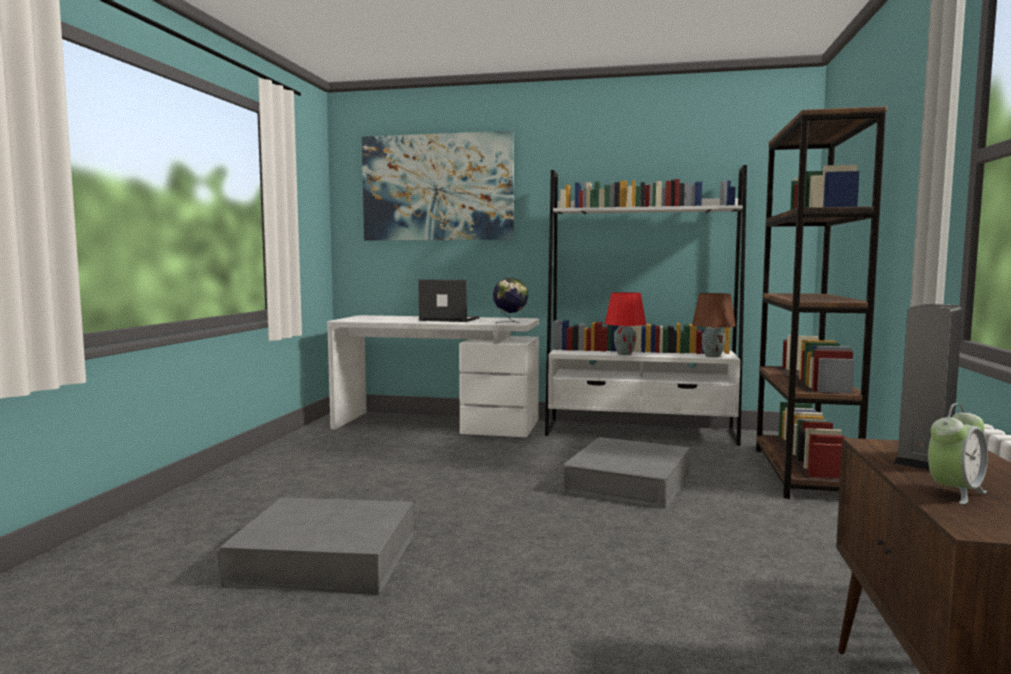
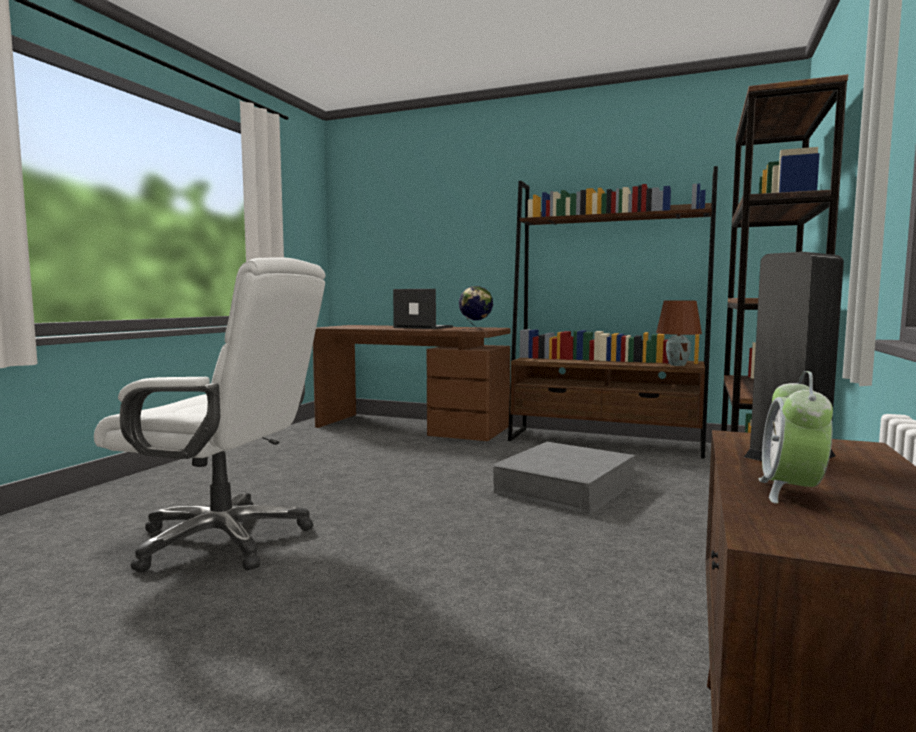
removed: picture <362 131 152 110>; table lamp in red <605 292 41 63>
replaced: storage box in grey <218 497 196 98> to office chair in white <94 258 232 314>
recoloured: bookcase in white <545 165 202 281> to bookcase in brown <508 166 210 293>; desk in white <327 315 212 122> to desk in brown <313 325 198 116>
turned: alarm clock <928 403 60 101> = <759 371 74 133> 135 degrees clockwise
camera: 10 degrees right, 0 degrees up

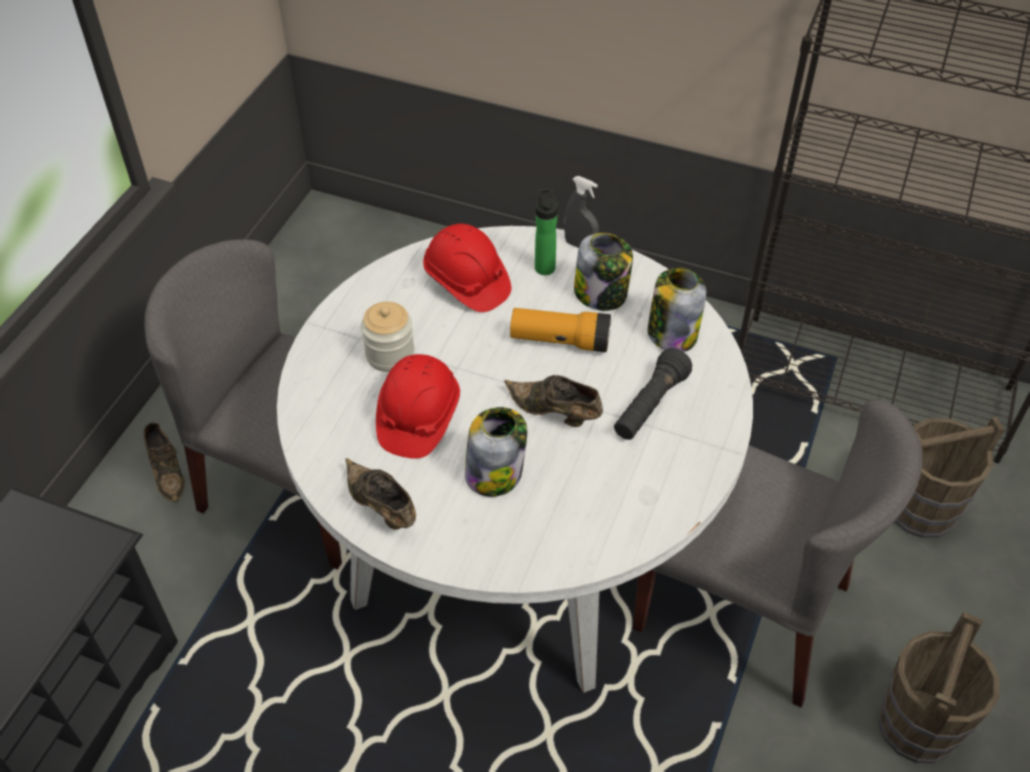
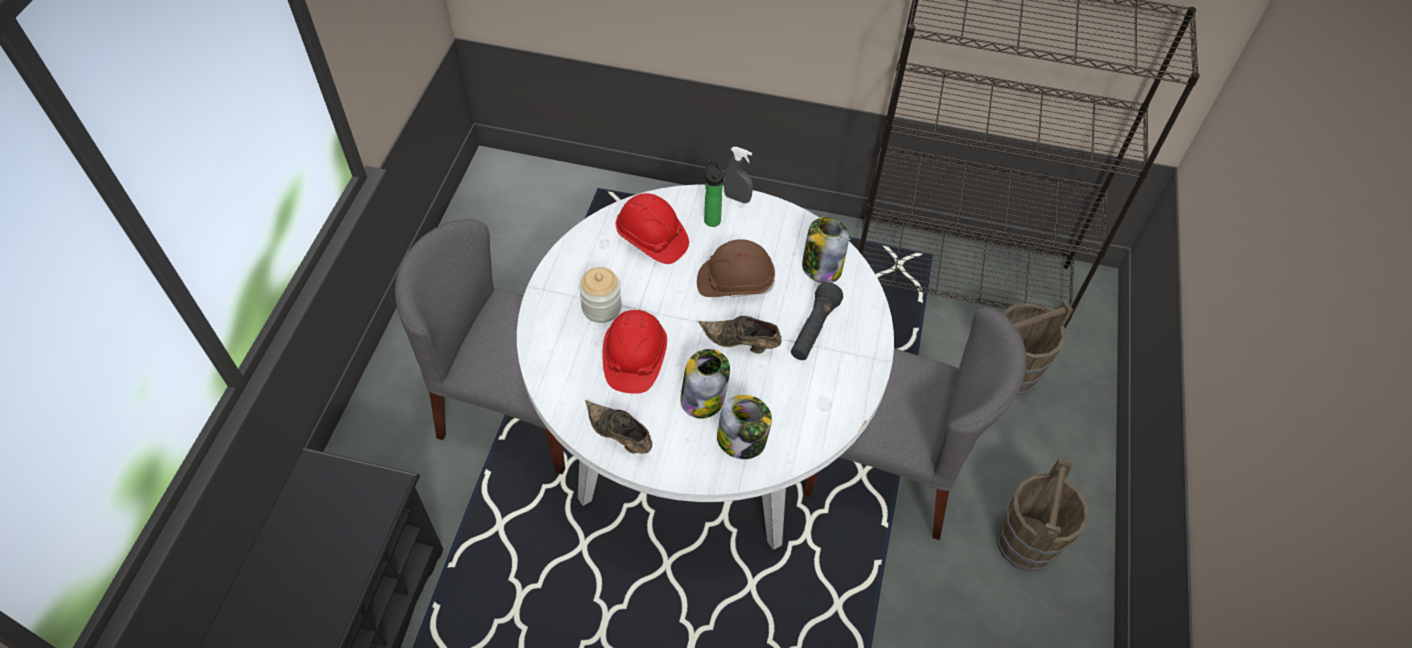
removed: shoe in brown <143 422 42 80>
moved: jar <574 233 59 78> to <717 395 55 64>
replaced: flashlight <510 308 101 44> to hard hat in brown <697 239 78 59>
camera: 10 degrees left, 5 degrees up

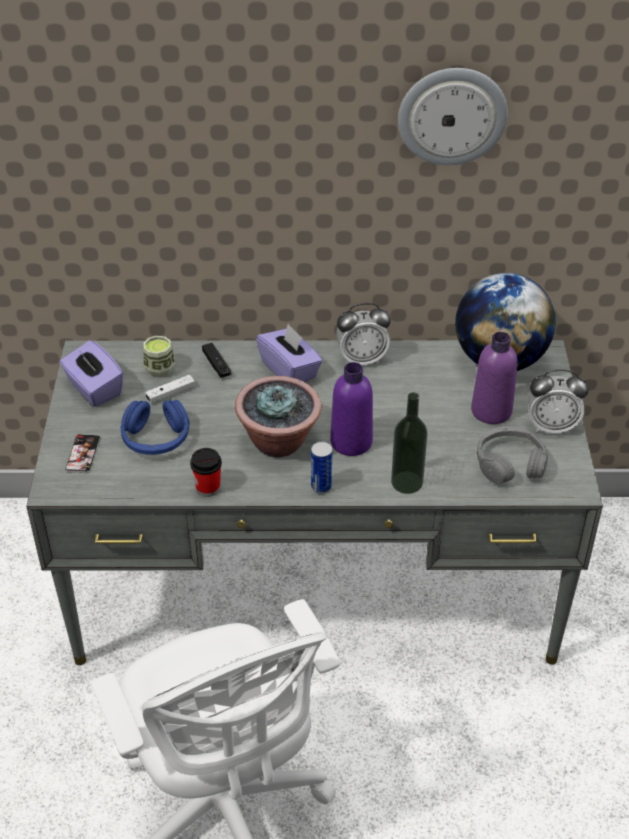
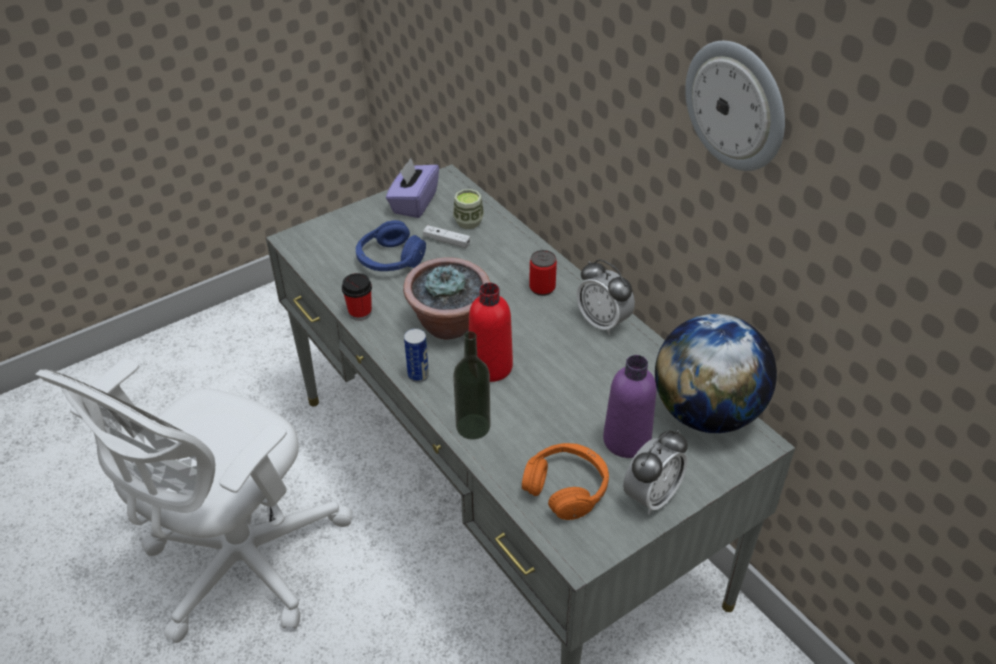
removed: game controller in black <202 343 29 35>; phone <65 434 36 39>
replaced: tissue box in purple <256 324 67 58> to can <529 250 28 46>
recoloured: bottle in purple <330 362 43 94> to bottle in red <469 283 44 99>; headphones in grey <477 426 71 57> to headphones in orange <522 443 87 77>
turned: alarm clock <528 369 61 65> = <623 430 65 85> 105 degrees counterclockwise
camera: 55 degrees right, 0 degrees up

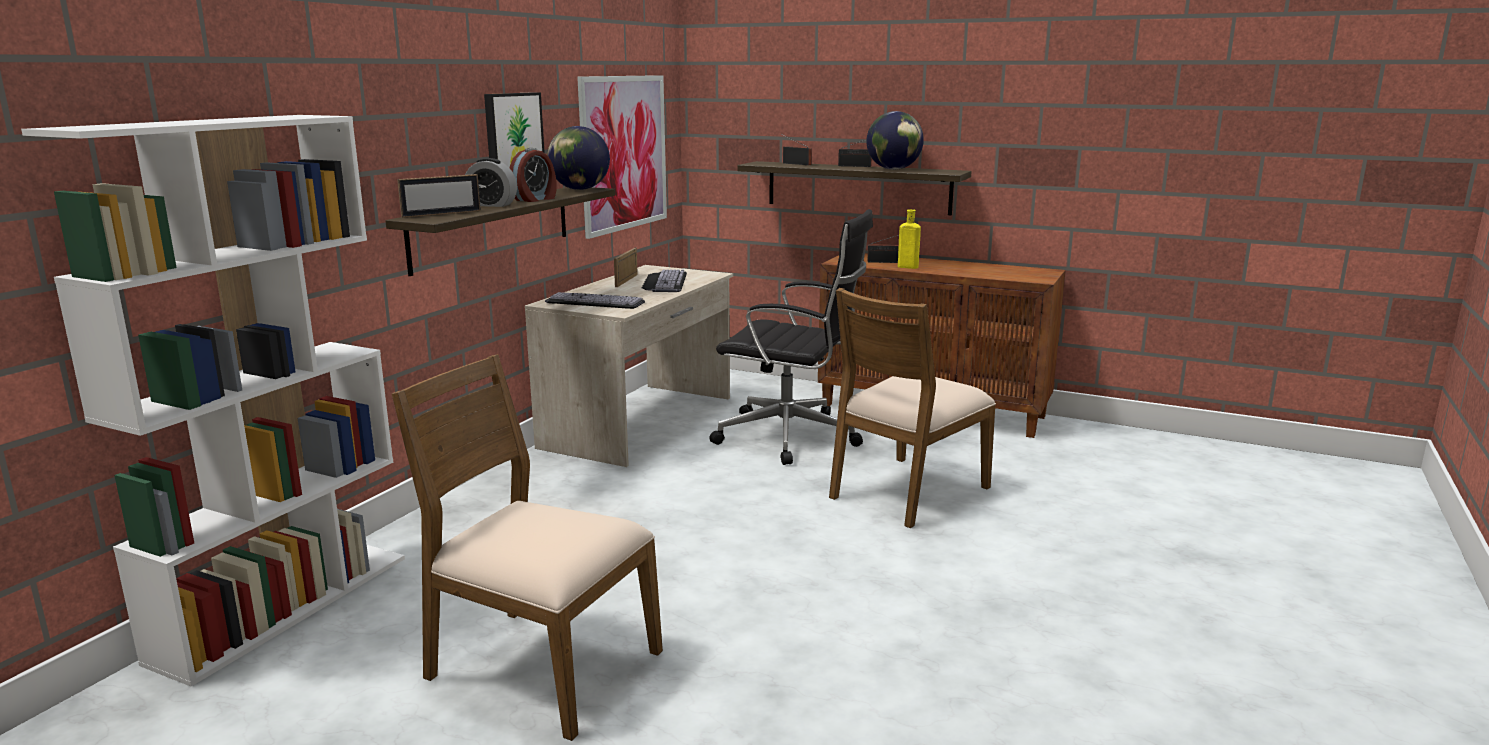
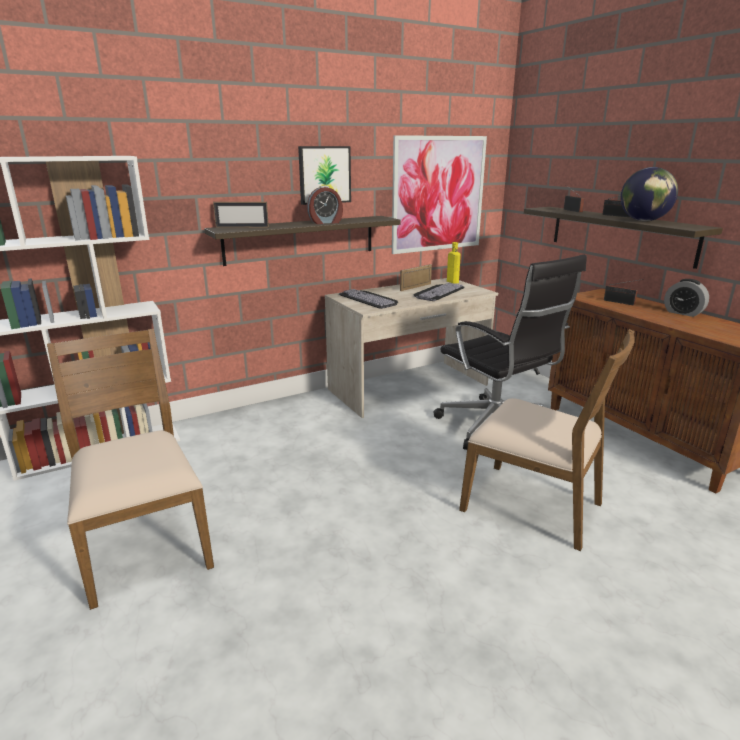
removed: globe <547 126 63 64>
moved: alarm clock <465 158 52 49> to <664 279 45 38>; bottle in yellow <898 209 23 60> to <447 242 14 42>
turned: chair in brown <829 288 167 240> = <459 329 176 222> 135 degrees counterclockwise
camera: 35 degrees right, 5 degrees up

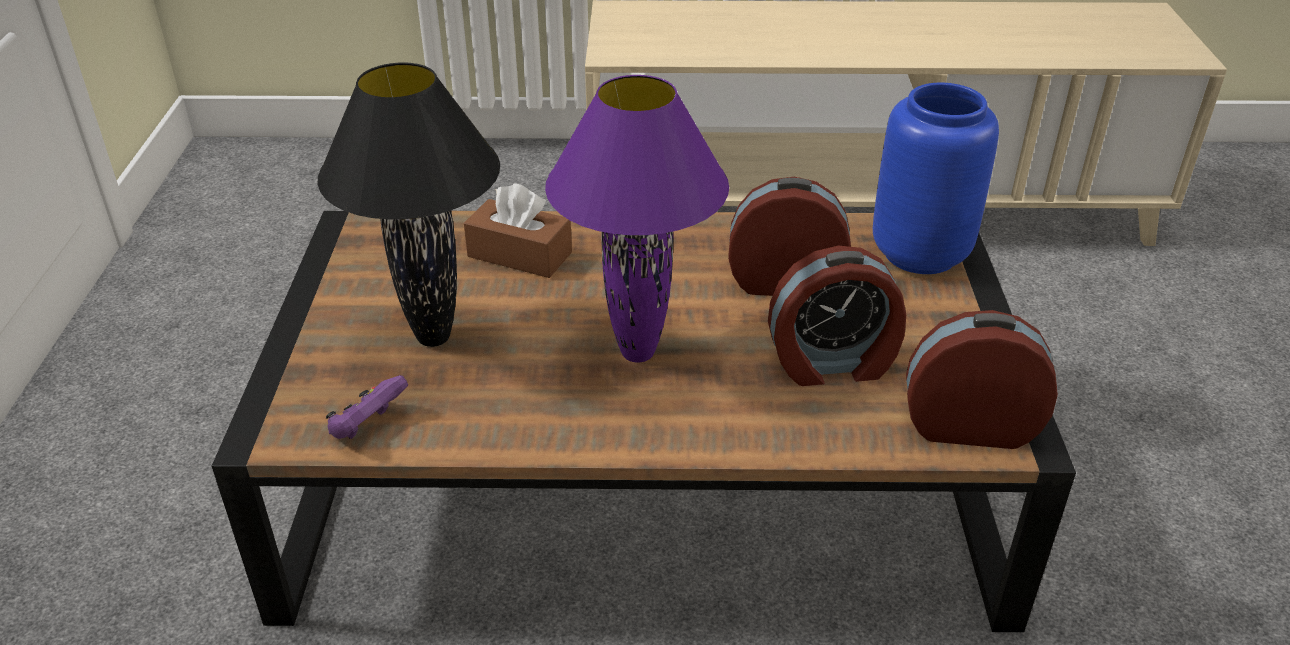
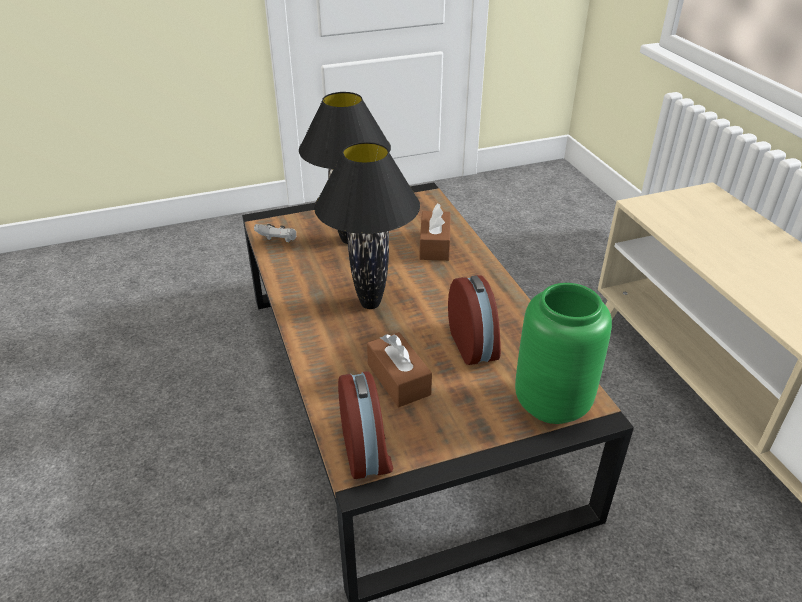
replaced: alarm clock <768 246 138 140> to tissue box in brown <367 332 65 75>
recoloured: table lamp in purple <545 75 184 287> to table lamp in black <314 142 106 167>; vase in blue <873 83 126 191> to vase in green <515 283 97 141>; game controller in purple <326 375 82 64> to game controller in white <254 224 43 19>
camera: 70 degrees right, 0 degrees up

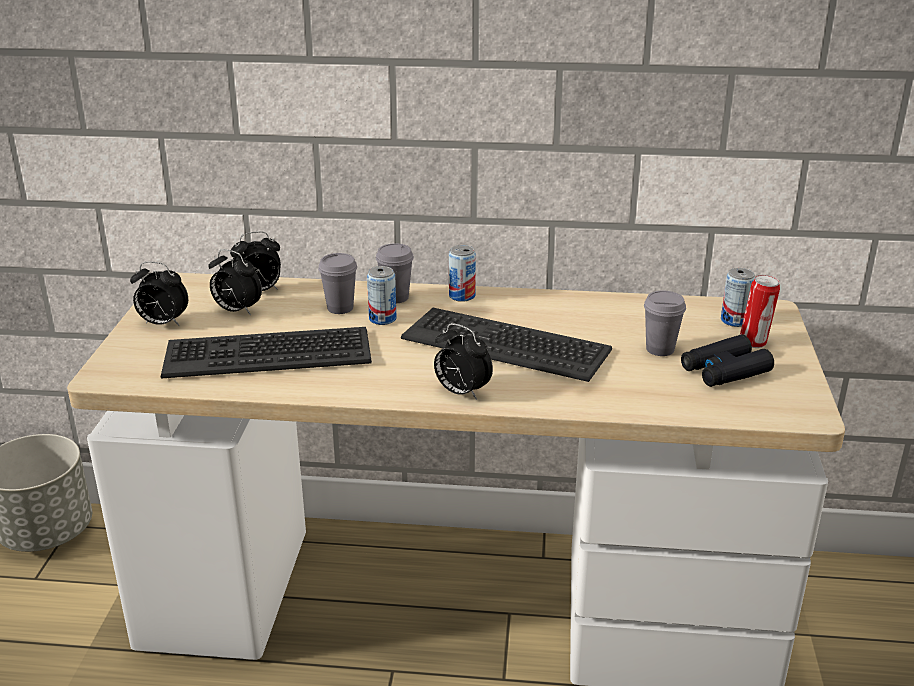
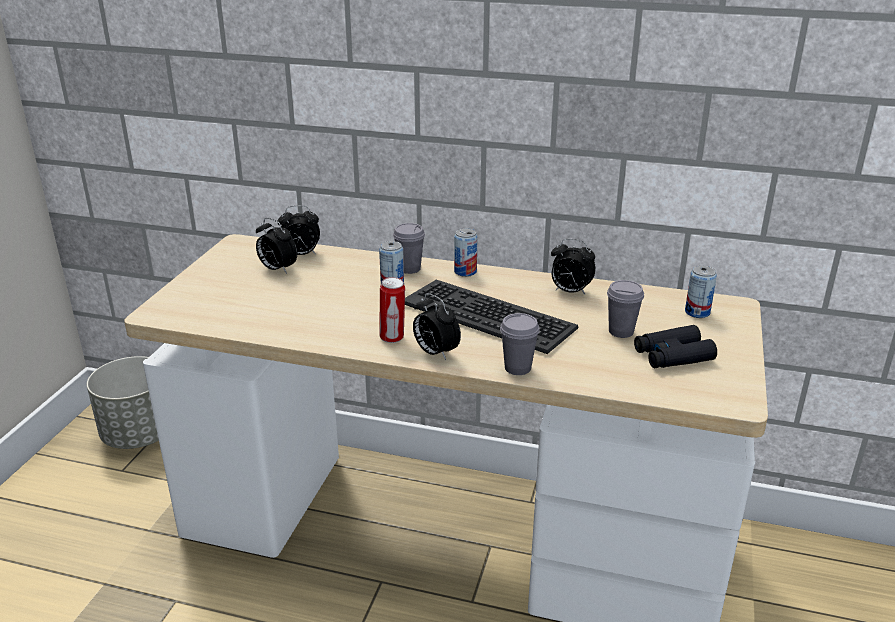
removed: keyboard <161 327 211 52>
moved: cup in grey <318 253 39 61> to <500 313 40 62>; alarm clock <130 262 58 64> to <551 239 45 55>; can <740 275 40 73> to <379 277 26 66>
camera: 10 degrees right, 0 degrees up

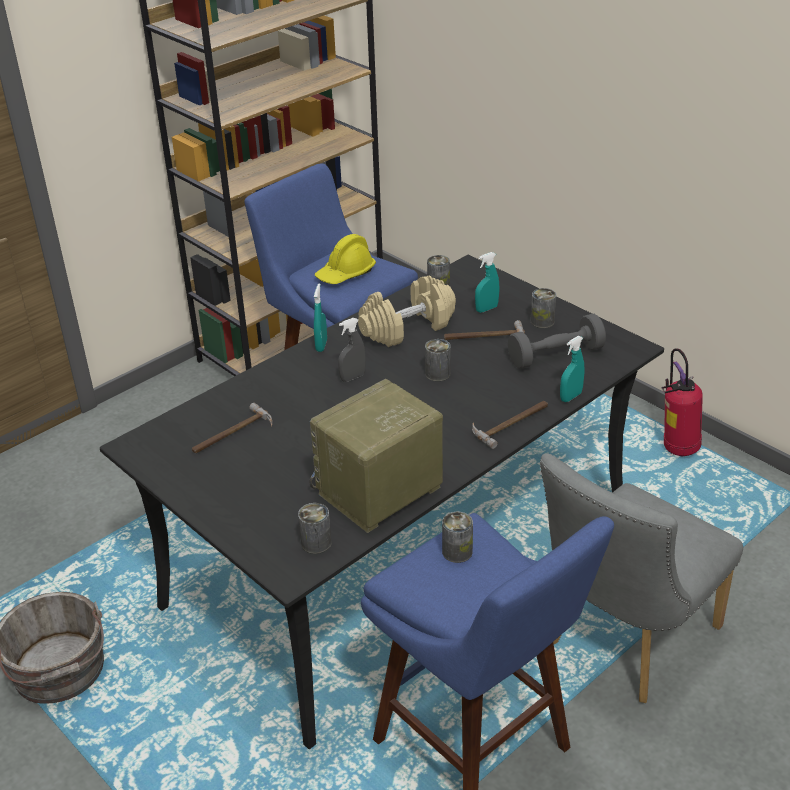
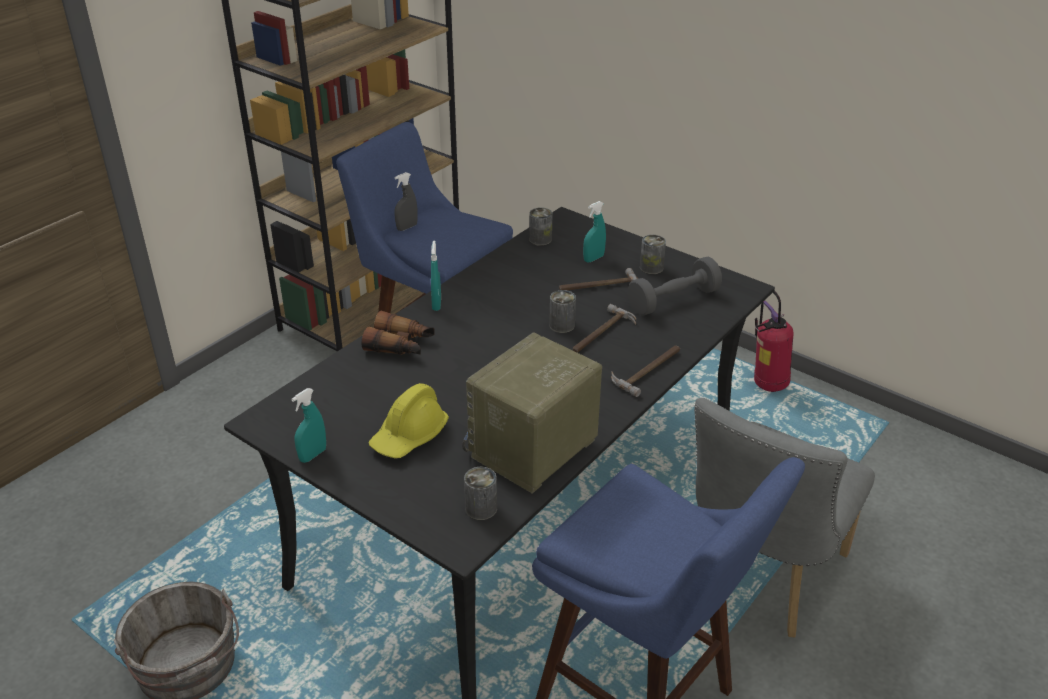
removed: dumbbell in beige <358 276 98 71>; can <442 512 31 51>
added: binoculars <362 311 73 44>
moved: hard hat in yellow <315 234 61 50> to <368 383 81 75>; spray bottle in grey <338 318 28 64> to <394 172 24 59>; spray bottle in turquoise <560 336 25 66> to <291 388 35 75>; hammer <192 403 80 50> to <573 304 63 48>
camera: 10 degrees left, 0 degrees up

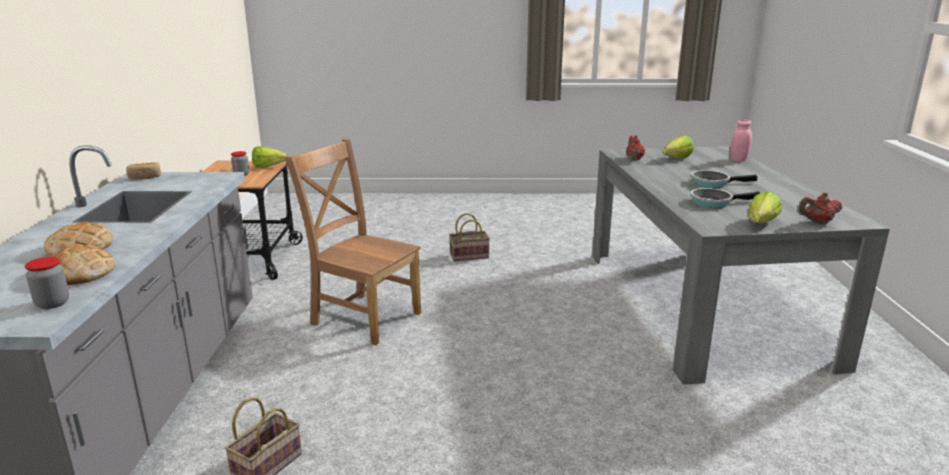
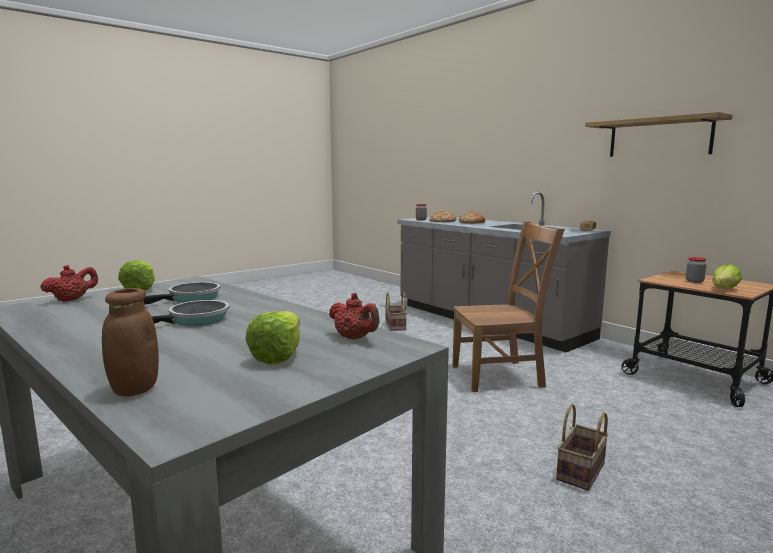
added: shelf <585 112 148 45>
recoloured: jar in pink <730 119 22 43> to jar in brown <102 288 57 108>
camera: 140 degrees right, 10 degrees down

